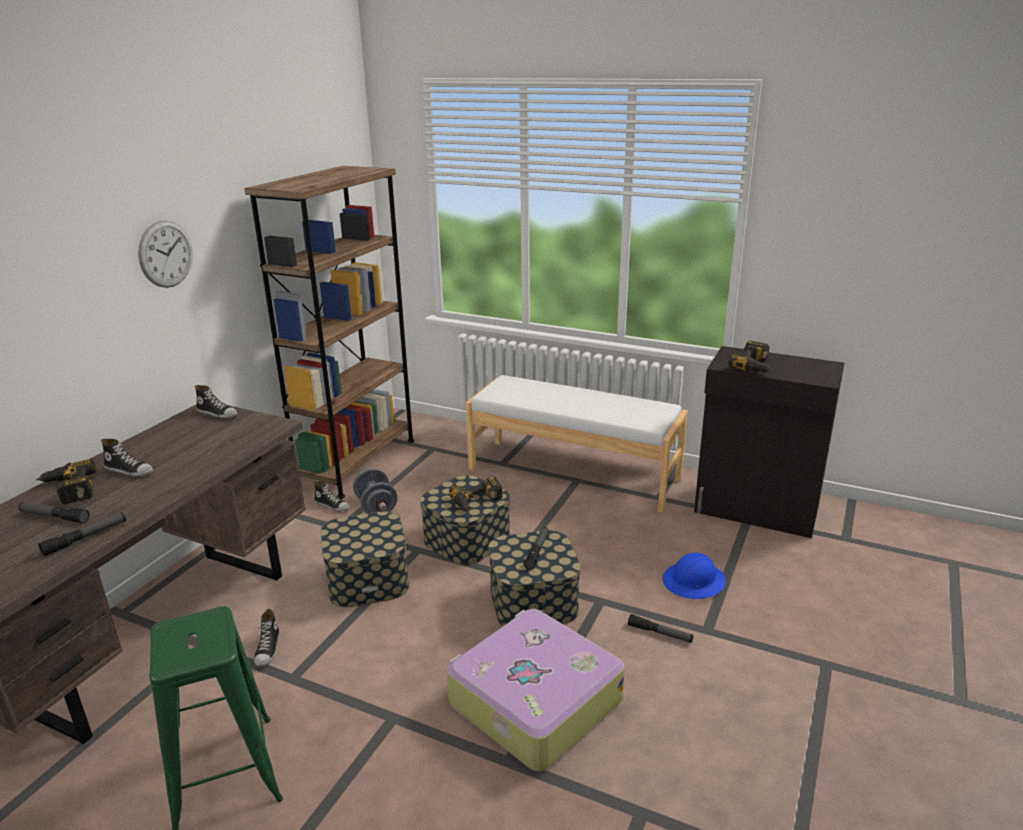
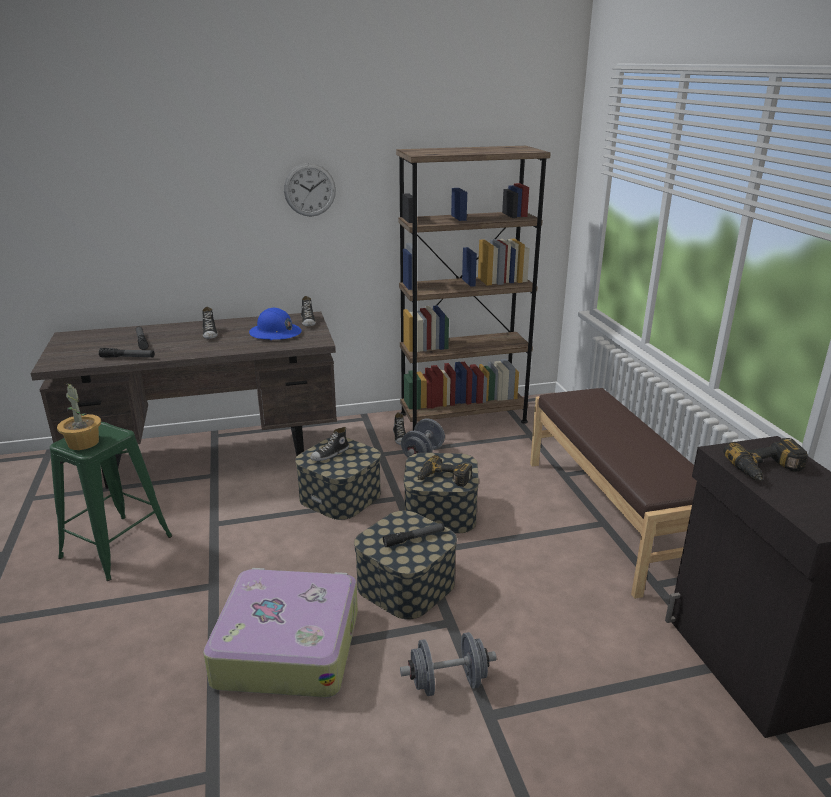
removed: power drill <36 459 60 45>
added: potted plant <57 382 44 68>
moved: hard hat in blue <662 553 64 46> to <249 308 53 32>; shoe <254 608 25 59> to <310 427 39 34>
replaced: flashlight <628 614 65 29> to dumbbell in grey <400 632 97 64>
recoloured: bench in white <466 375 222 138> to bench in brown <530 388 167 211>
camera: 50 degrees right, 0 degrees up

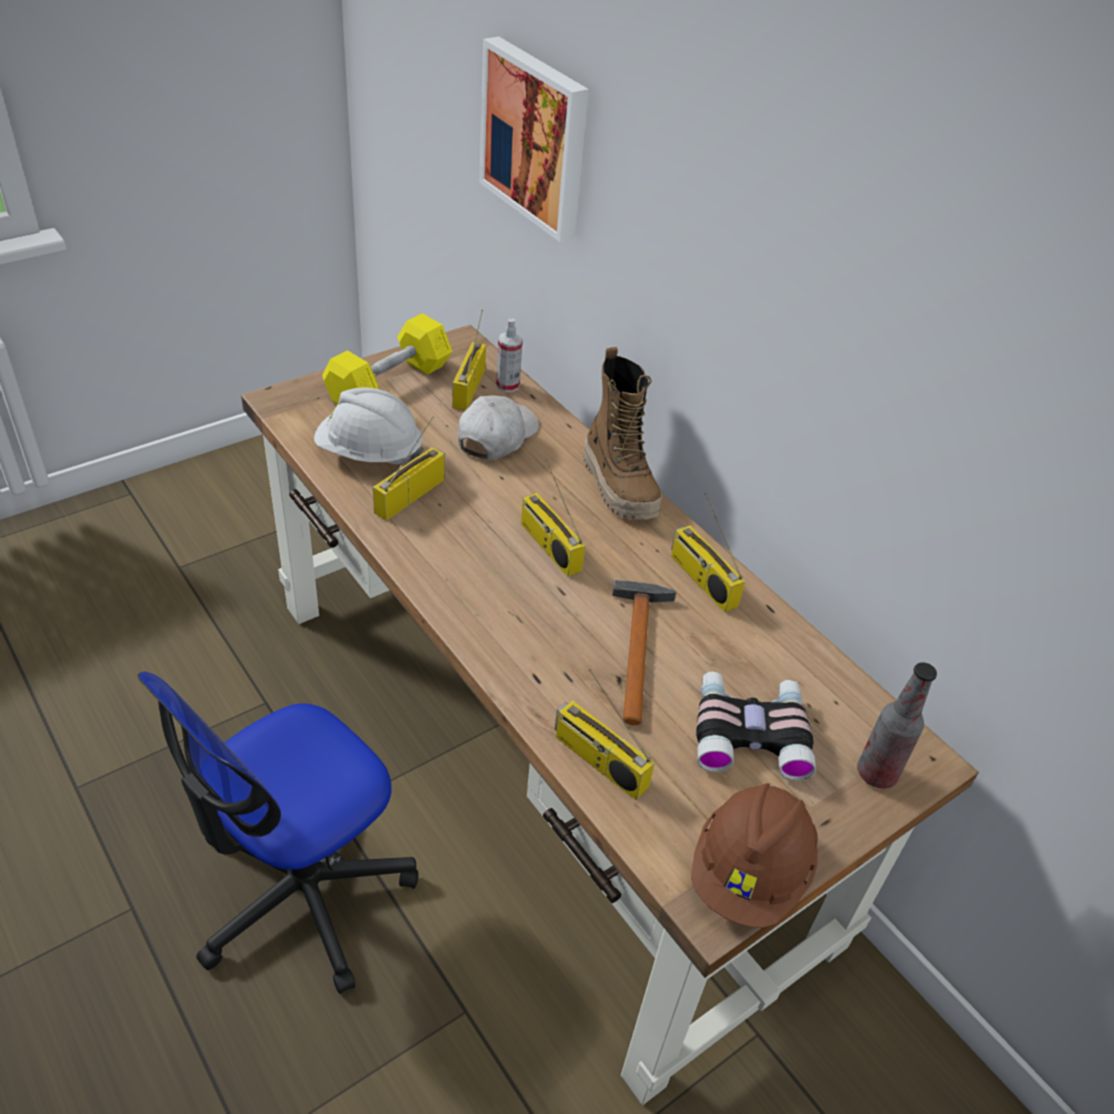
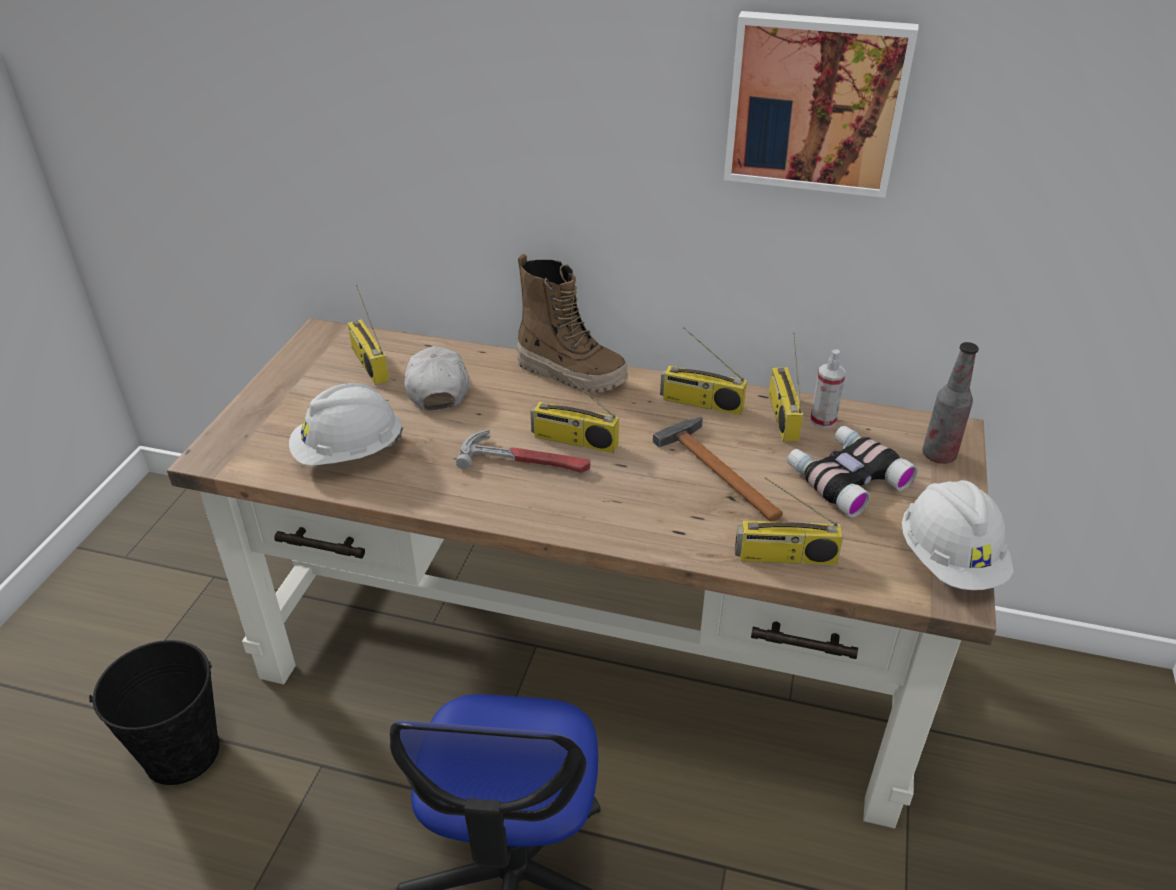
removed: dumbbell in yellow <322 313 130 92>
added: hammer <456 430 134 43>; bucket in black <89 640 130 145>
moved: picture <479 36 110 206> to <724 11 195 187>; spray bottle <496 318 27 74> to <811 349 34 79>; radio <373 416 72 105> to <769 332 34 110>
recoloured: hard hat in brown <691 783 127 145> to hard hat in white <902 480 112 110>
camera: 35 degrees left, 5 degrees down

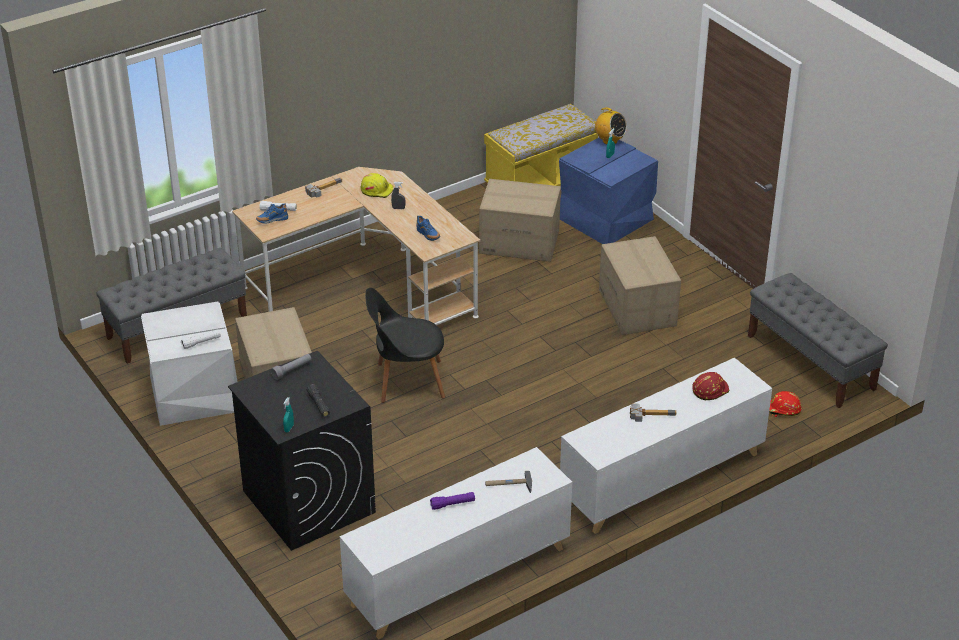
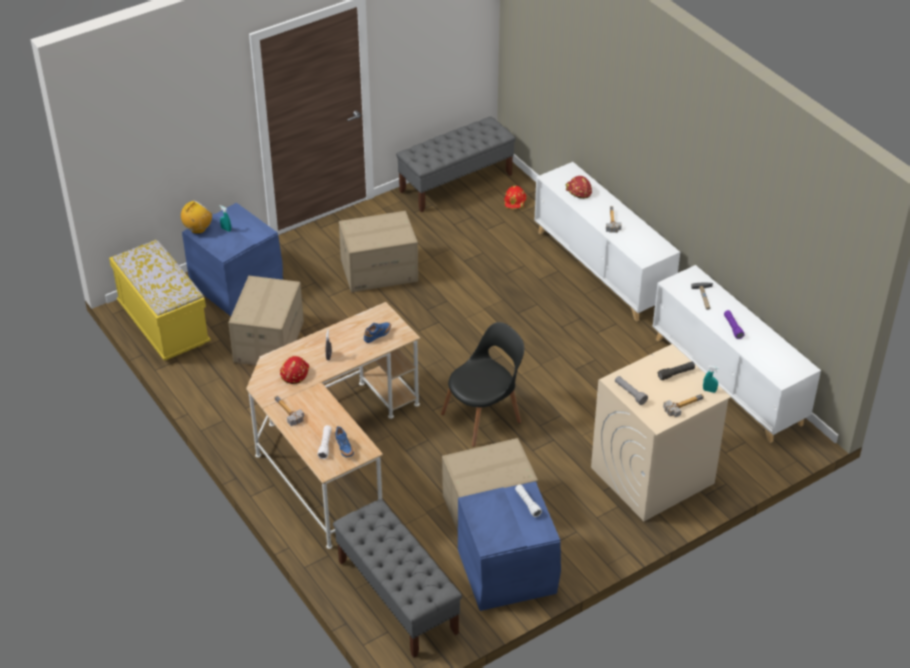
added: hammer <663 394 41 23>
recoloured: hard hat in yellow <361 173 32 25> to hard hat in red <280 356 29 28>; storage box in white <141 301 96 125> to storage box in blue <458 481 103 130>; washing machine in black <228 351 148 200> to washing machine in beige <591 344 140 177>
turned: chair in black <365 288 80 115> = <441 322 83 125> 120 degrees counterclockwise
camera: 90 degrees left, 5 degrees up

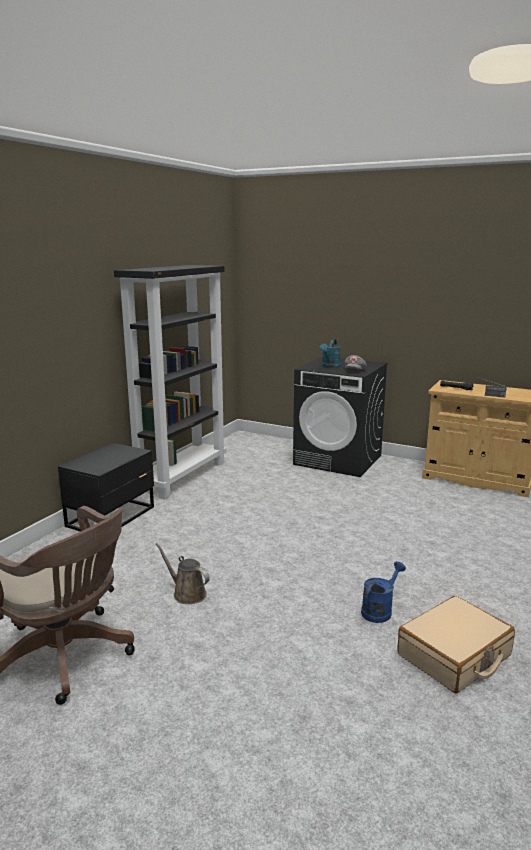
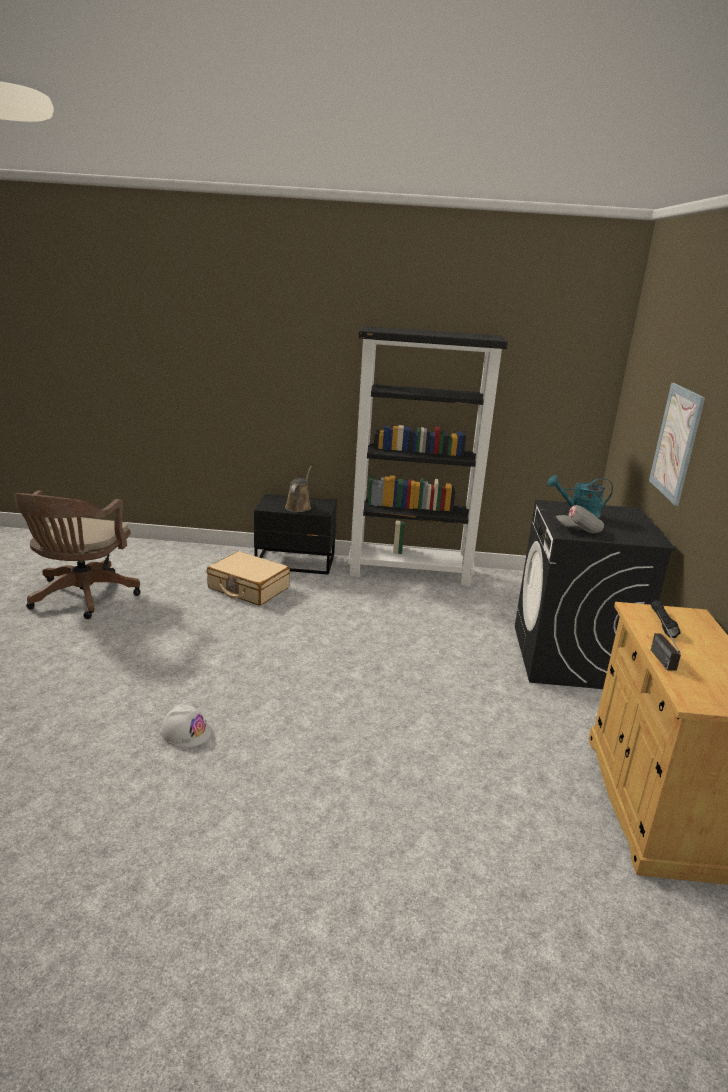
added: picture <649 383 56 123>
moved: watering can in brown <155 543 55 61> to <285 466 27 46>; suitcase in beige <397 596 118 97> to <207 551 83 55>
replaced: watering can in blue <361 561 45 62> to hard hat in white <160 704 51 44>
camera: 65 degrees right, 5 degrees up

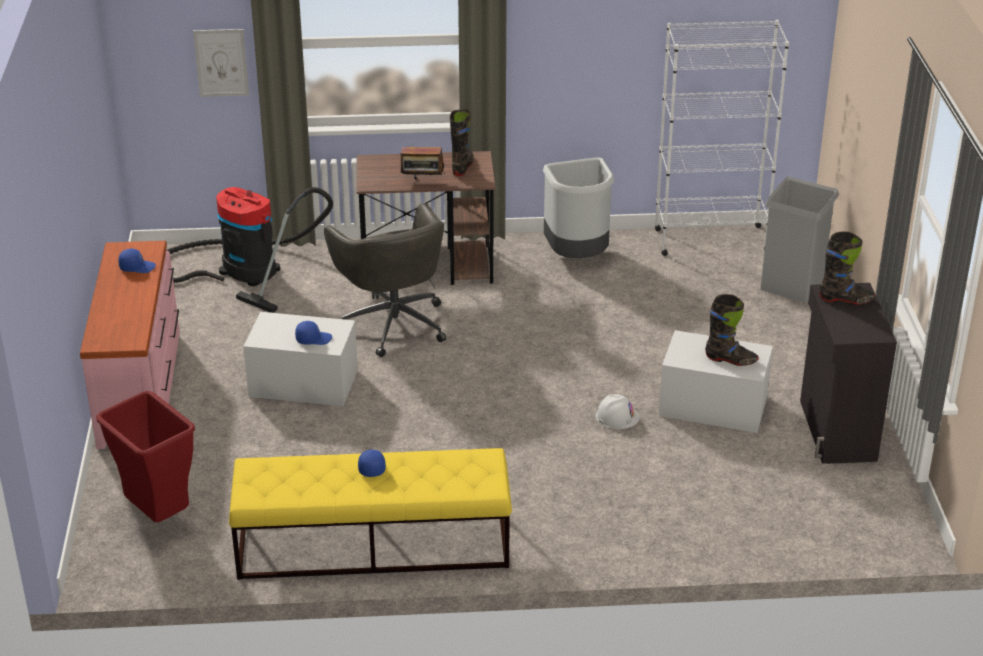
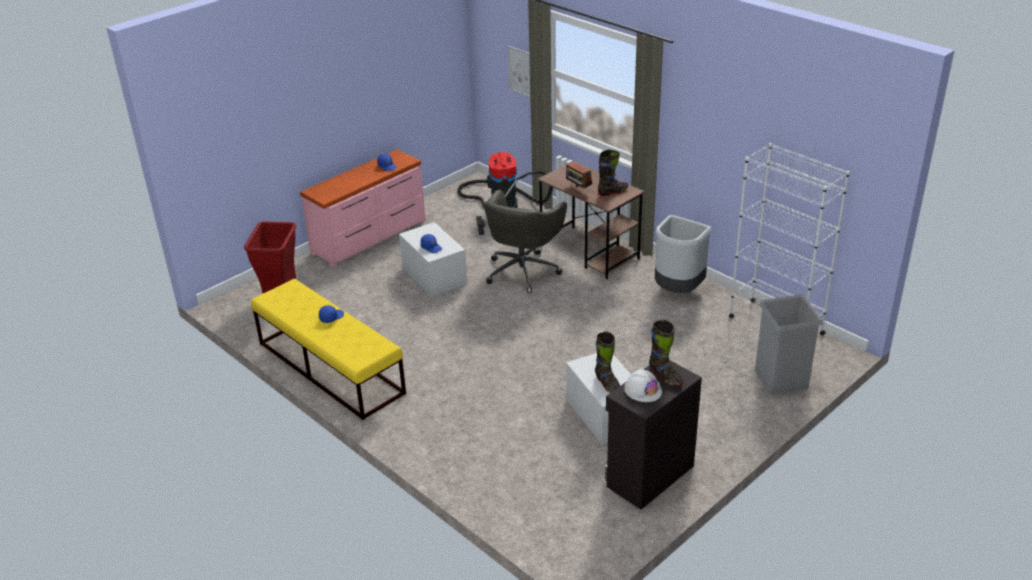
moved: hard hat in white <595 394 45 35> to <624 369 38 33>
camera: 50 degrees right, 0 degrees up

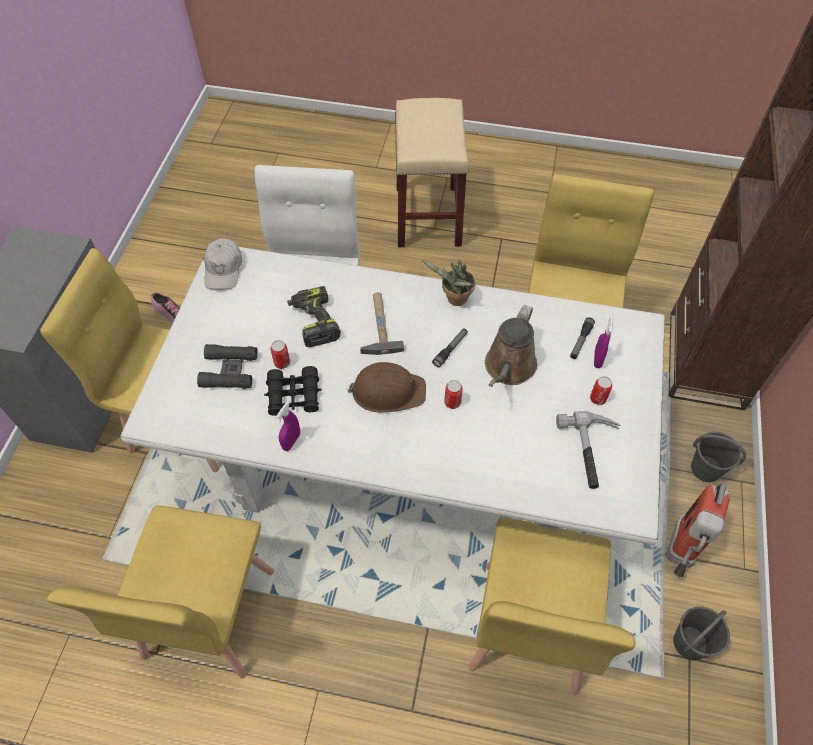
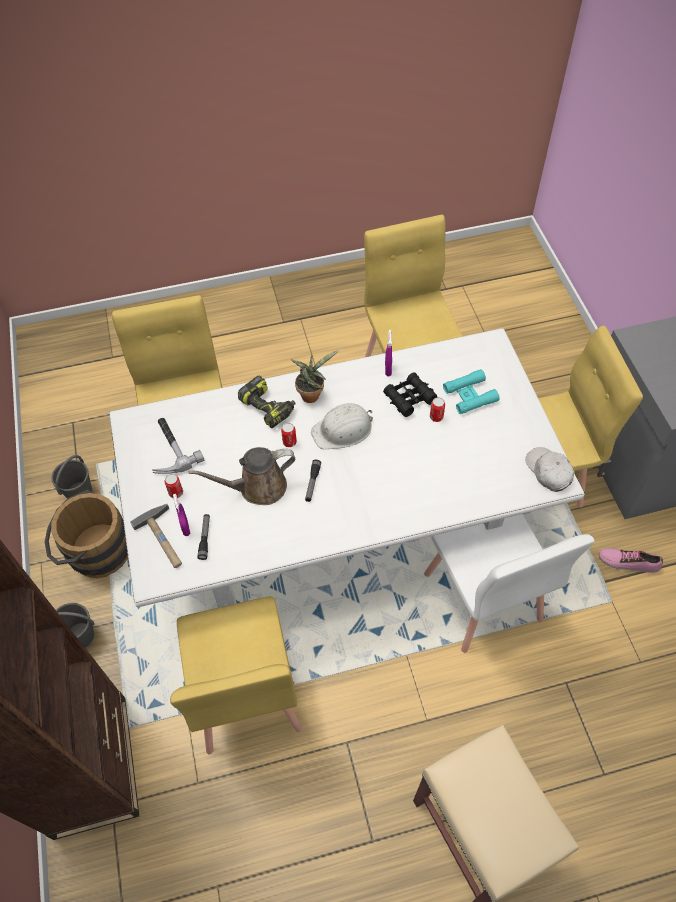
moved: potted plant <421 259 54 47> to <290 350 49 53>; power drill <287 286 54 61> to <238 376 58 53>; hammer <360 292 44 63> to <130 504 52 64>
replaced: fire extinguisher <667 483 63 94> to bucket in brown <45 490 83 88>
recoloured: binoculars in black <197 344 61 45> to binoculars in turquoise <443 369 56 45>; hard hat in brown <347 362 79 51> to hard hat in white <311 403 62 46>
turned: watering can in brown <485 305 52 82> = <188 447 107 58> 105 degrees counterclockwise
camera: 155 degrees right, 0 degrees up

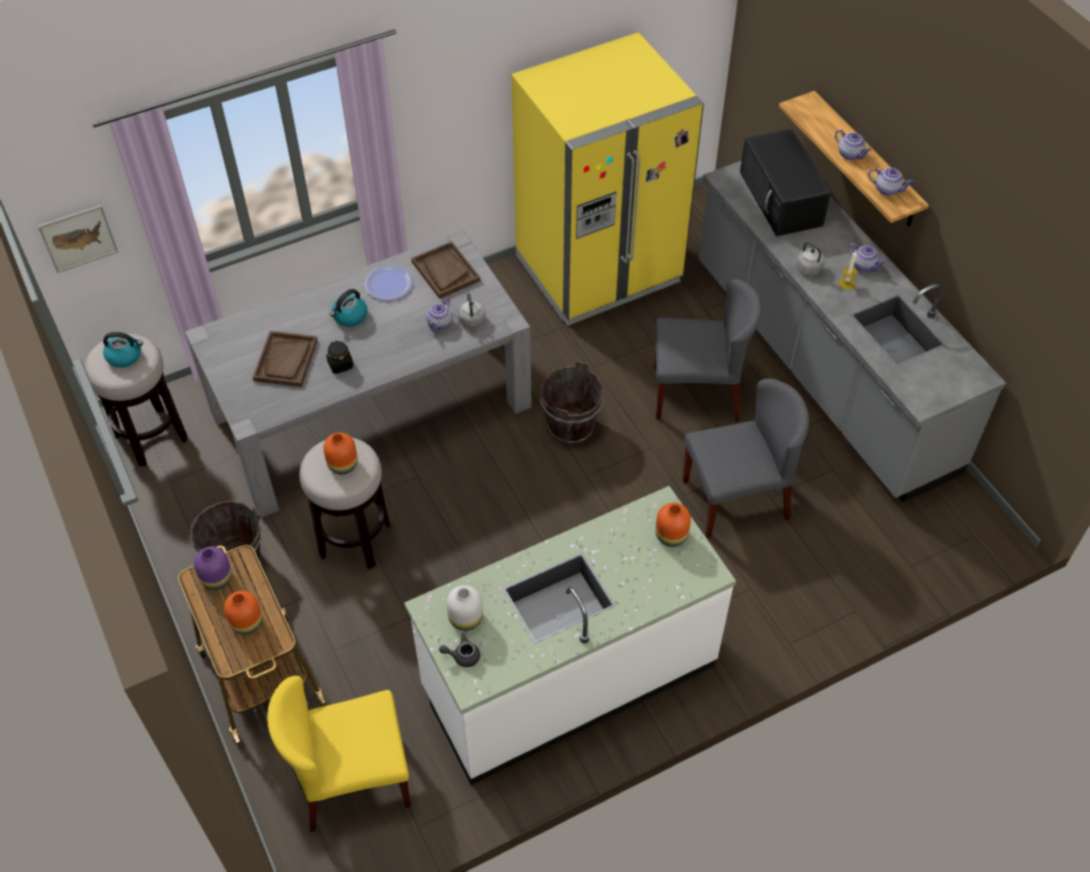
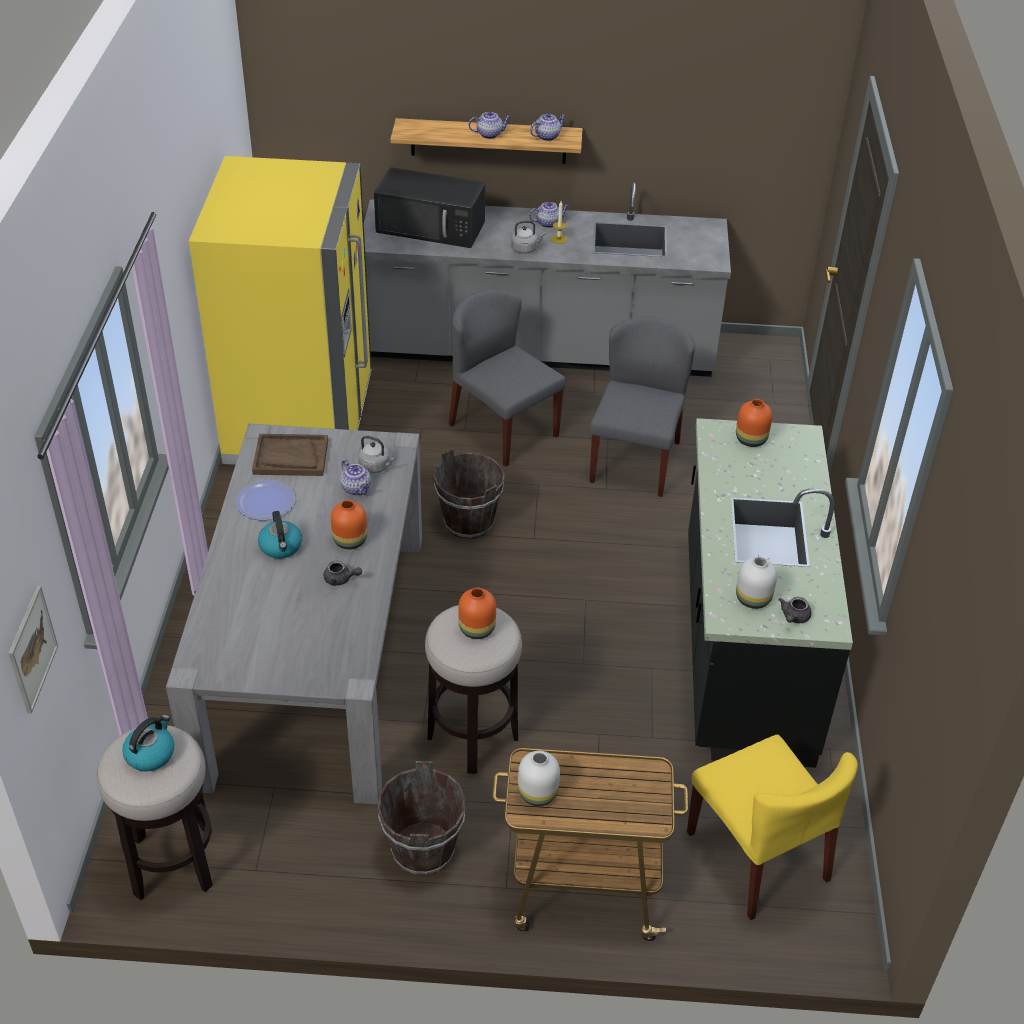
removed: tray in brown <253 331 65 56>
moved: vase in orange <224 591 38 44> to <331 500 36 49>
replaced: jar in black <326 340 28 34> to teapot in grey <324 561 38 25>
recoloured: counter in white <404 486 332 299> to counter in black <688 418 165 350>; vase in purple <194 546 38 44> to vase in white <518 751 42 55>
turned: chair in grey <655 279 107 143> = <449 289 117 178> 75 degrees counterclockwise; chair in yellow <267 676 144 156> = <687 735 171 185> 45 degrees counterclockwise
camera: 60 degrees left, 10 degrees down

